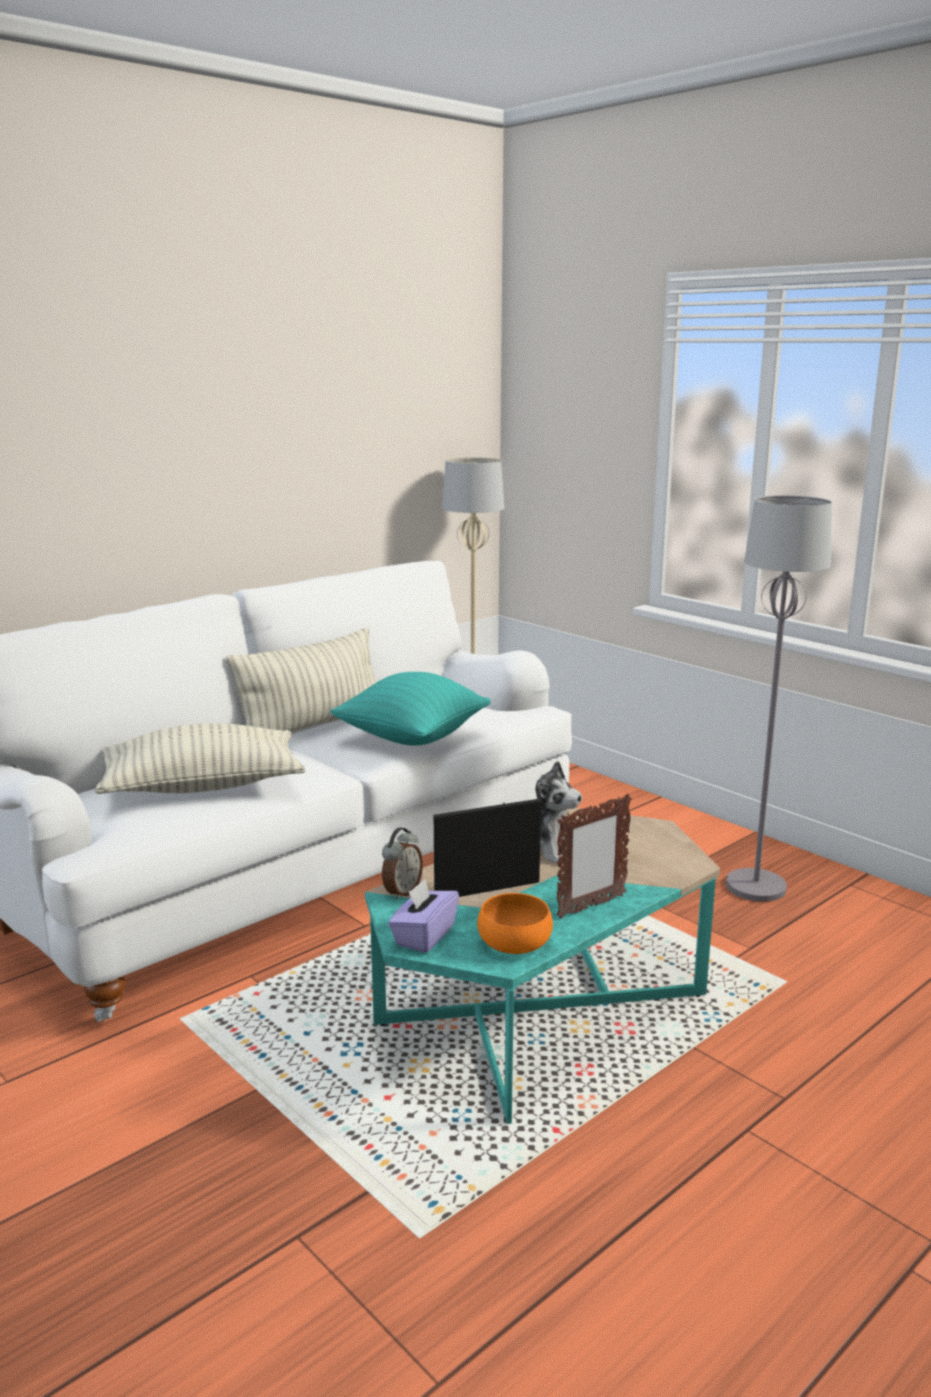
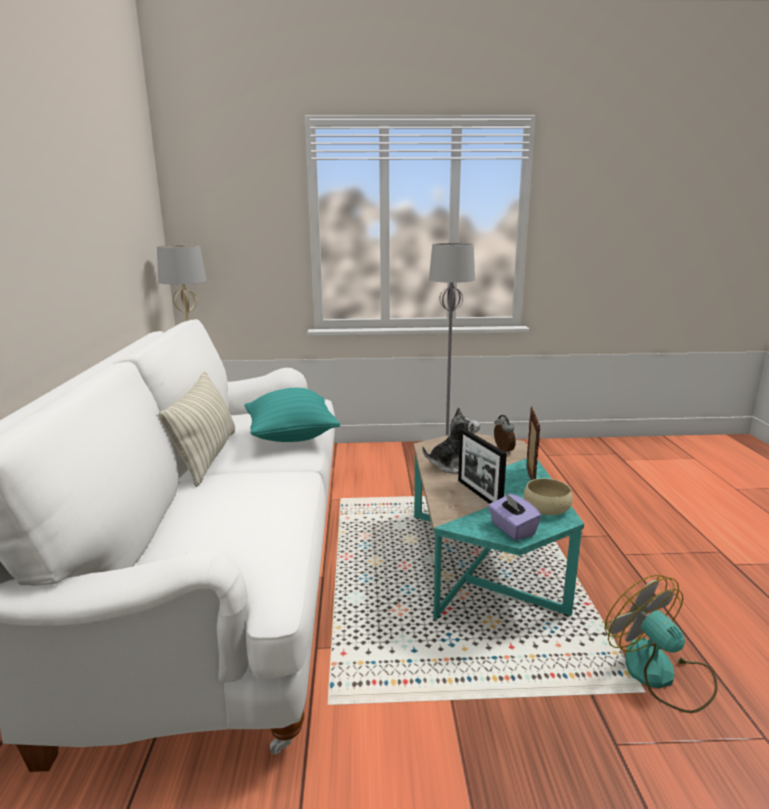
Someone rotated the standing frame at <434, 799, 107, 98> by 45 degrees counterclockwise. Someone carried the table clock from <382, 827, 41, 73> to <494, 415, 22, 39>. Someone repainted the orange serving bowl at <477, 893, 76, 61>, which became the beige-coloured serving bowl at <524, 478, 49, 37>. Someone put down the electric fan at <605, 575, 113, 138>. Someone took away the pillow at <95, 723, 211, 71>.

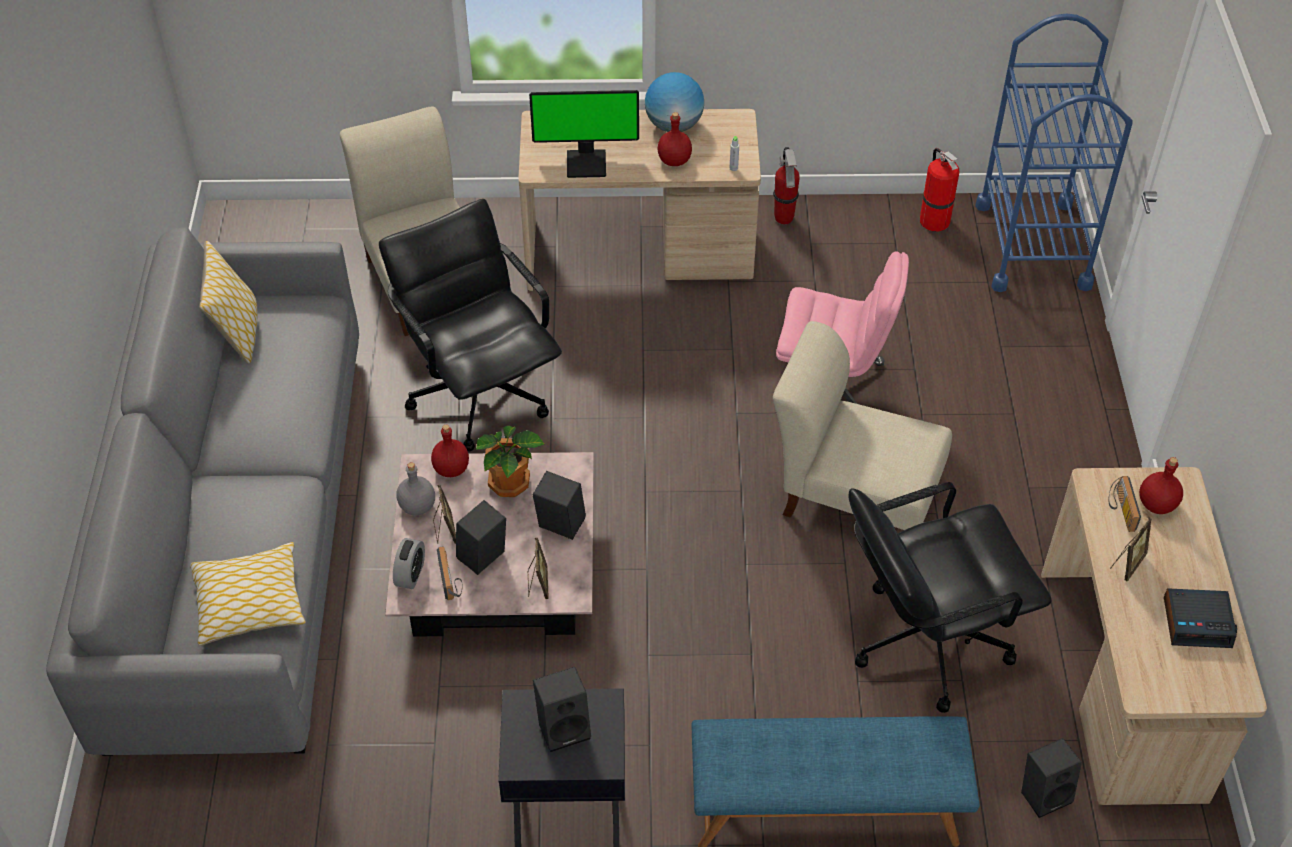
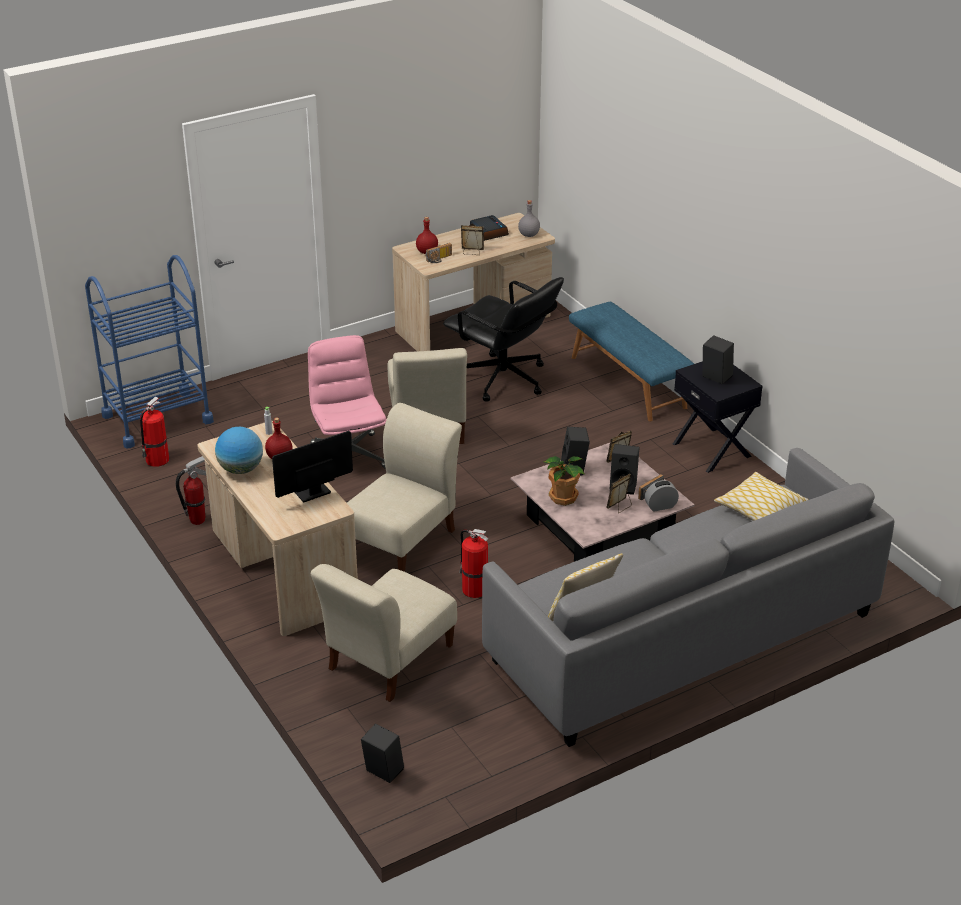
Someone rotated the monitor at <529, 90, 110, 88> by 90 degrees counterclockwise. Someone put down the beige-coloured upright chair at <347, 403, 115, 169>. Someone carried the black-coloured speaker from <1021, 738, 61, 80> to <361, 723, 43, 60>. Someone swapped the black-coloured office chair at <379, 199, 183, 253> for the fire-fighting cylinder at <459, 529, 29, 69>. Someone carried the greyish drink bottle from <396, 462, 39, 53> to <518, 200, 22, 37>. Someone took away the red-coloured drink bottle at <431, 425, 38, 52>.

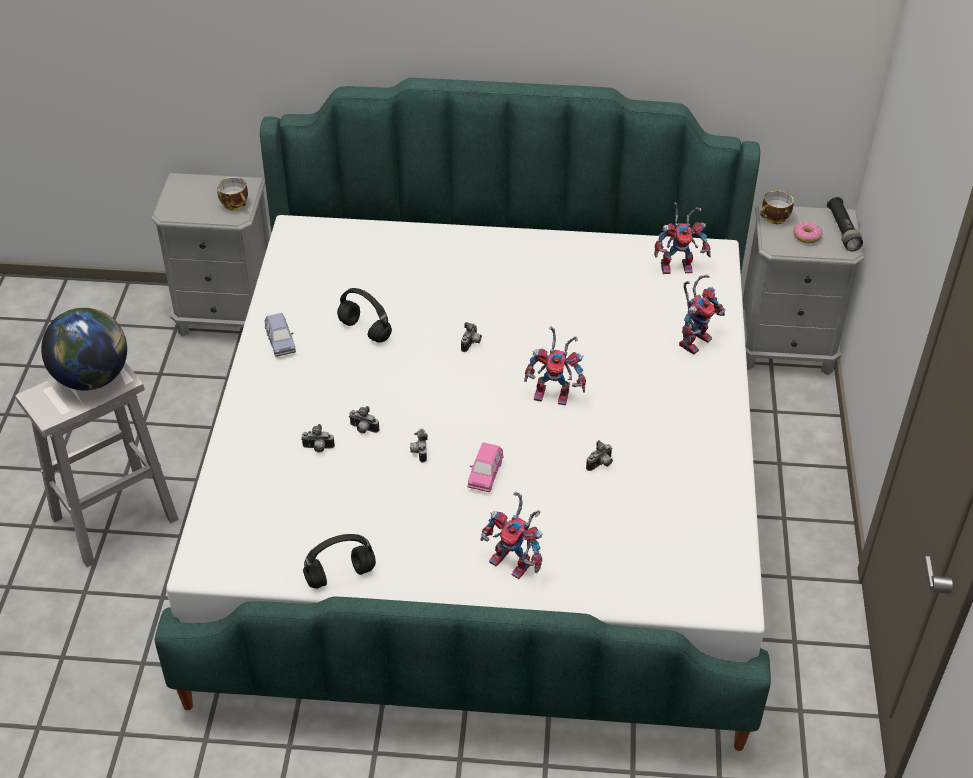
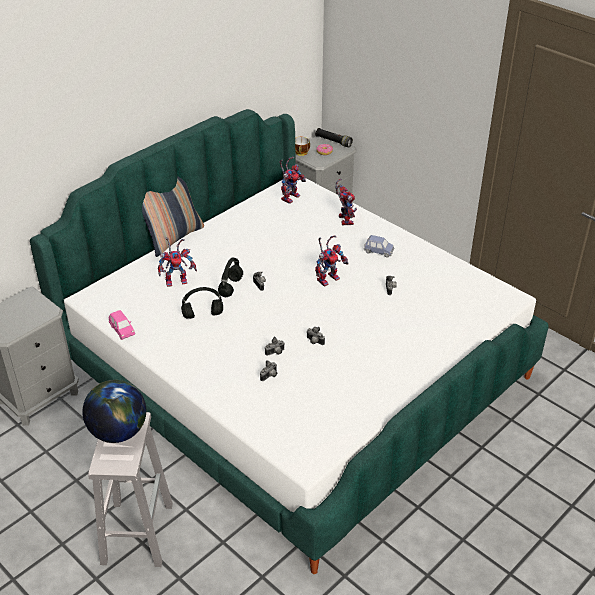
Someone carried the pink miniature car from <467, 442, 36, 50> to <109, 310, 26, 30>. Someone put down the pillow at <142, 177, 62, 80>. Someone carried the model robot from <480, 492, 63, 87> to <158, 237, 39, 50>. Someone carried the black-coloured headphones from <303, 534, 73, 55> to <218, 257, 25, 40>. Someone carried the blue miniature car from <264, 313, 32, 44> to <364, 235, 31, 23>. Someone took away the drinking cup at <217, 177, 31, 34>.

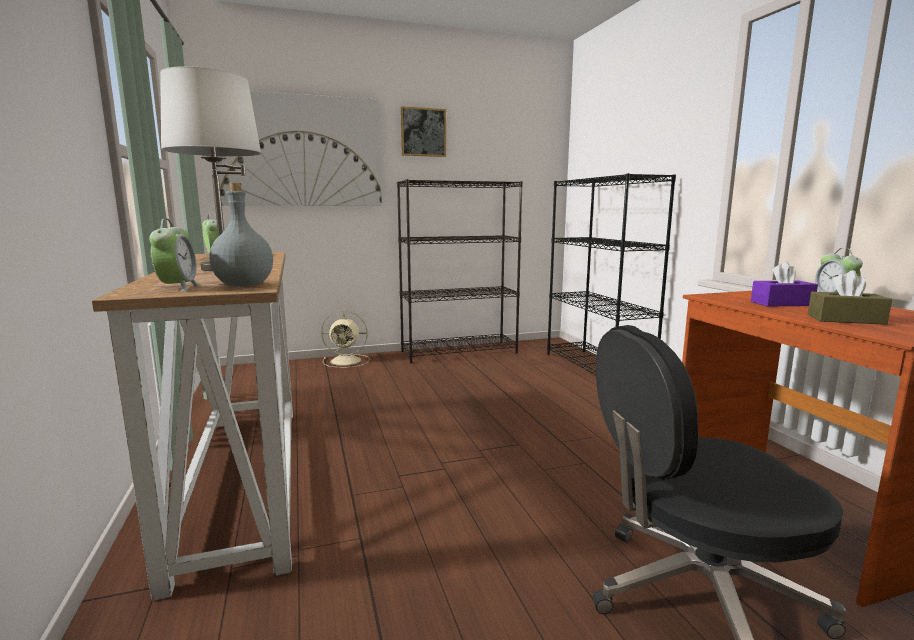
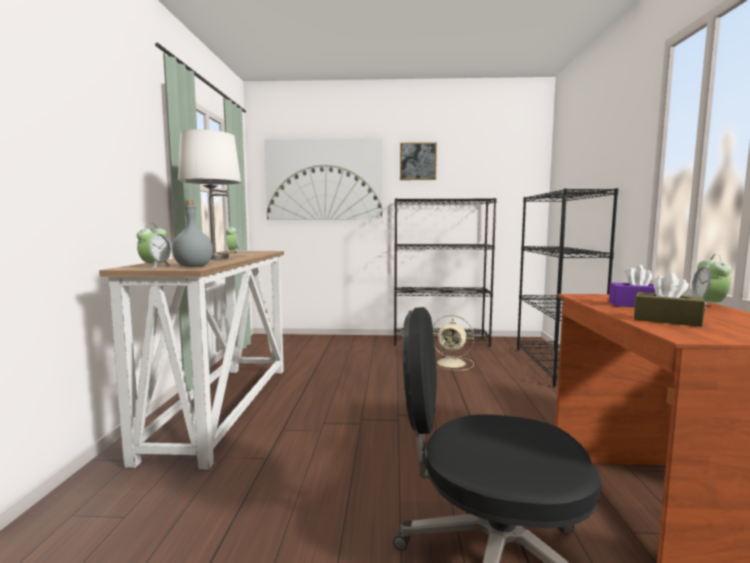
Someone carried the beige-coloured electric fan from <321, 311, 49, 57> to <433, 315, 41, 56>.

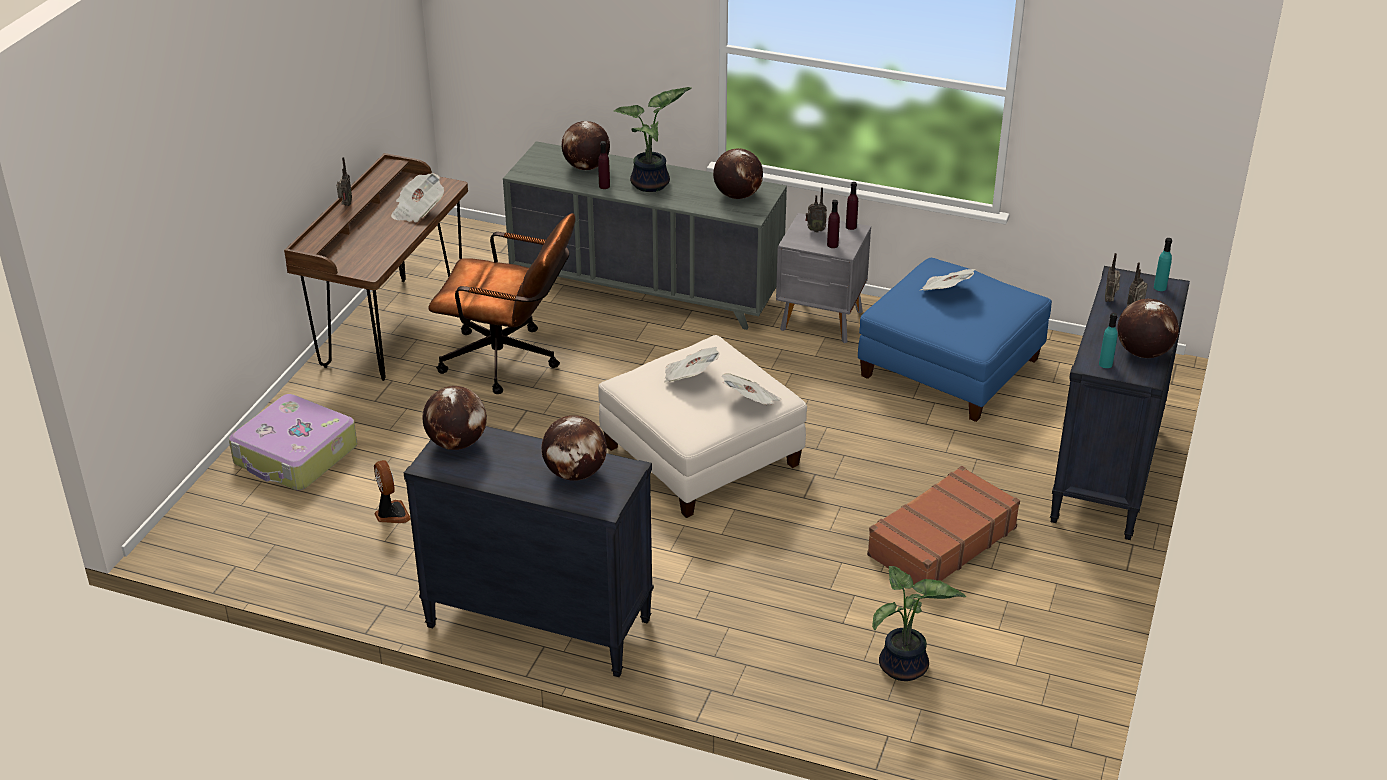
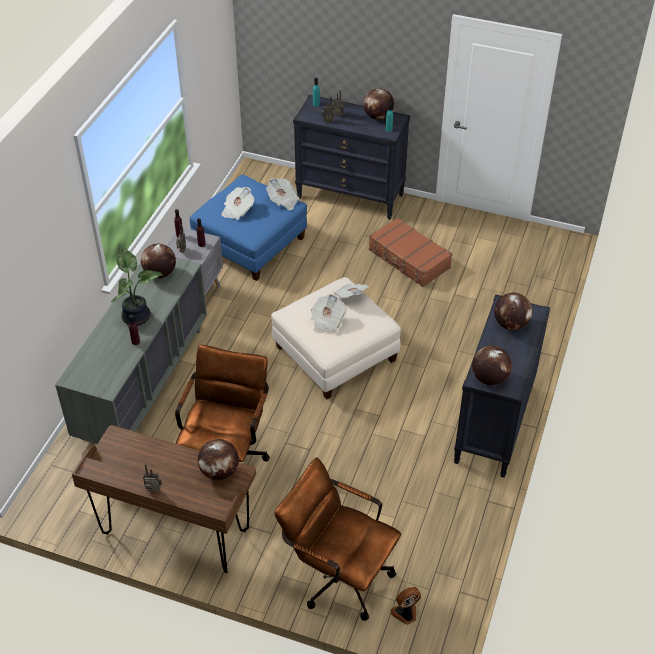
Someone carried the globe from <562, 121, 48, 49> to <198, 439, 41, 41>. Someone carried the newspaper from <391, 173, 53, 49> to <266, 178, 33, 32>. Someone swapped the piece of luggage at <229, 394, 128, 96> for the brown office chair at <274, 457, 127, 164>. Someone carried the electric fan from <374, 460, 37, 63> to <391, 587, 30, 38>. Someone took away the houseplant at <872, 566, 94, 115>.

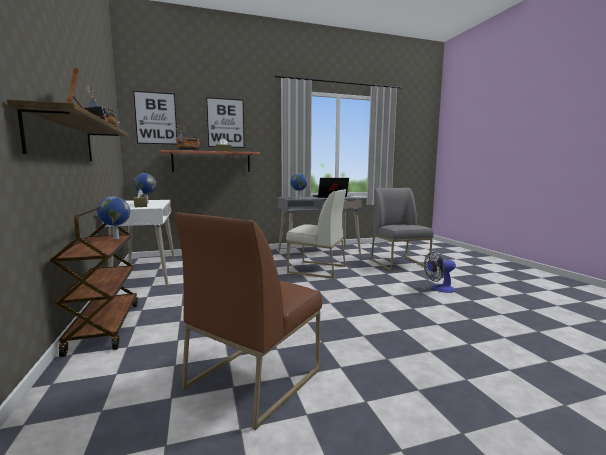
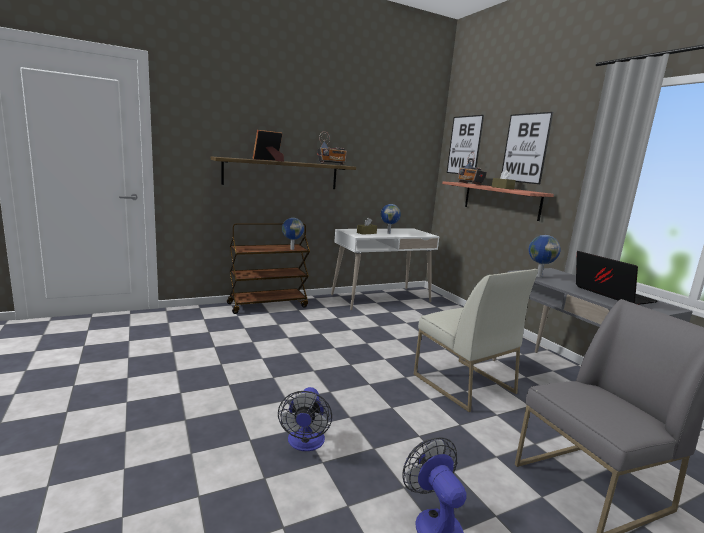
Someone put down the electric fan at <278, 387, 54, 64>. Someone rotated the whitish upright chair at <286, 189, 60, 90> by 45 degrees counterclockwise. Someone took away the brown upright chair at <175, 212, 147, 218>.

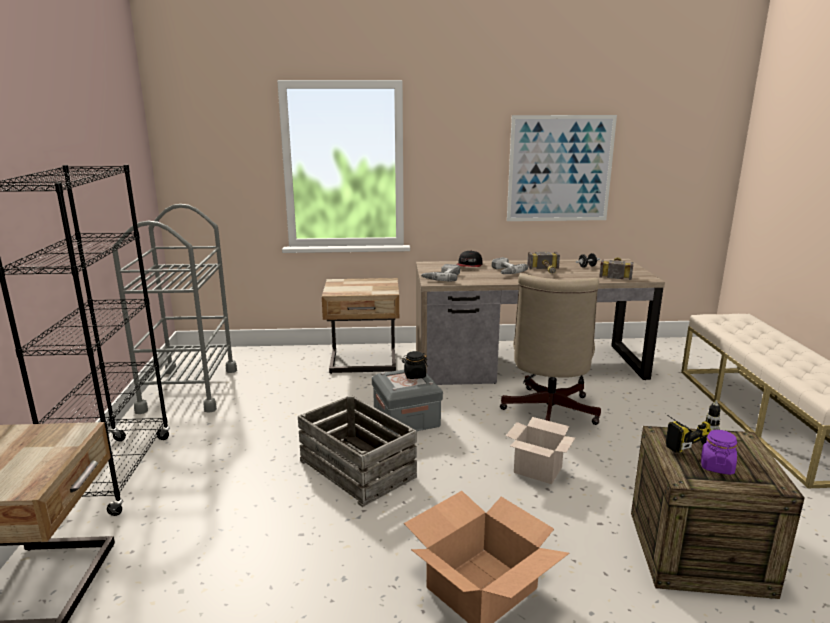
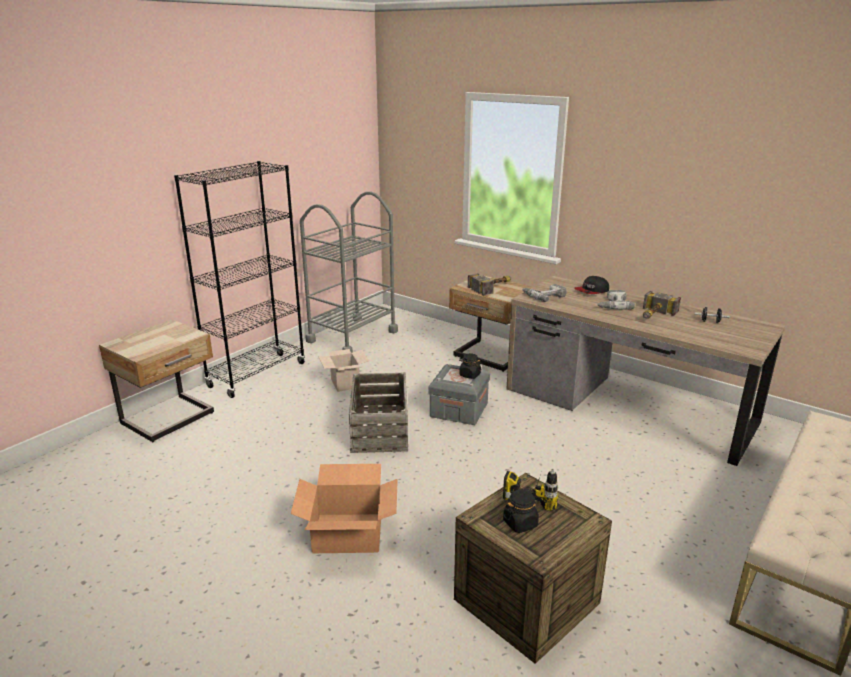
Someone carried the cardboard box from <506, 417, 69, 67> to <319, 349, 50, 43>. Someone carried the hammer from <599, 257, 34, 23> to <468, 273, 43, 23>. Someone repainted the purple preserve jar at <701, 430, 36, 45>, which became the black-coloured preserve jar at <503, 490, 36, 43>. Someone took away the beige-coloured office chair at <500, 273, 101, 152>. Someone took away the wall art at <507, 115, 110, 106>.

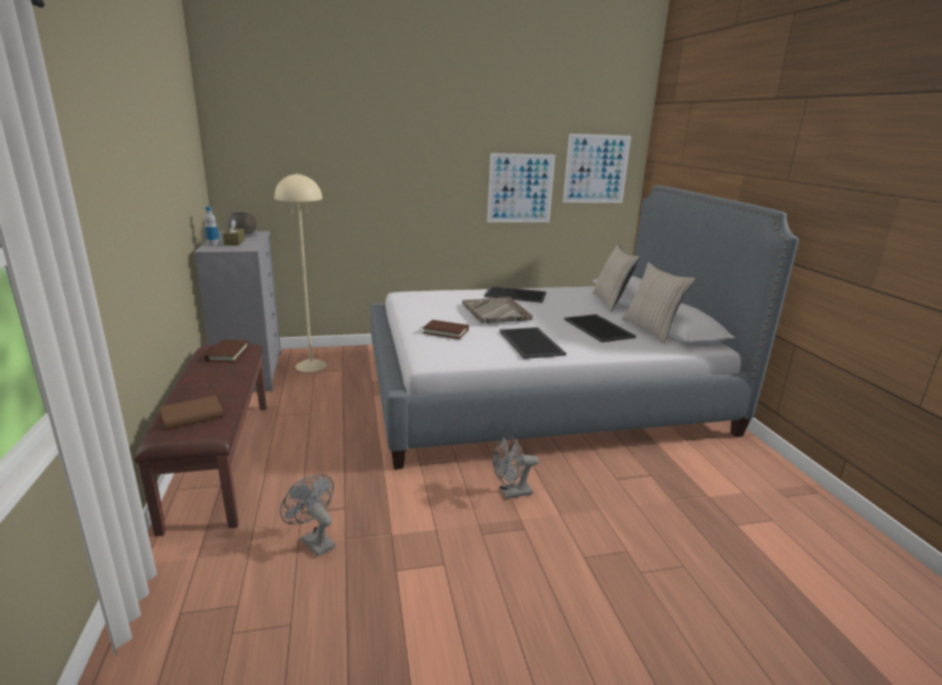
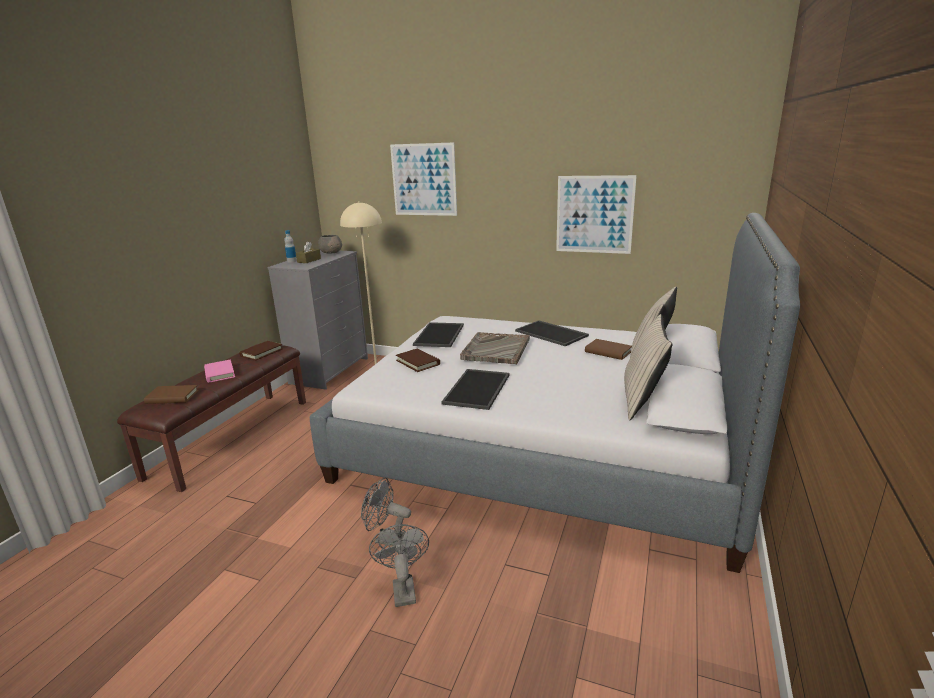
Someone put down the pink book at <204, 359, 31, 24>. Someone carried the greyish electric fan from <280, 474, 55, 82> to <369, 524, 60, 83>. Someone carried the wall art from <563, 133, 68, 70> to <390, 142, 67, 74>. Someone carried the carrying tray from <564, 314, 72, 28> to <413, 322, 51, 25>. Someone put down the brown book at <585, 339, 47, 21>.

